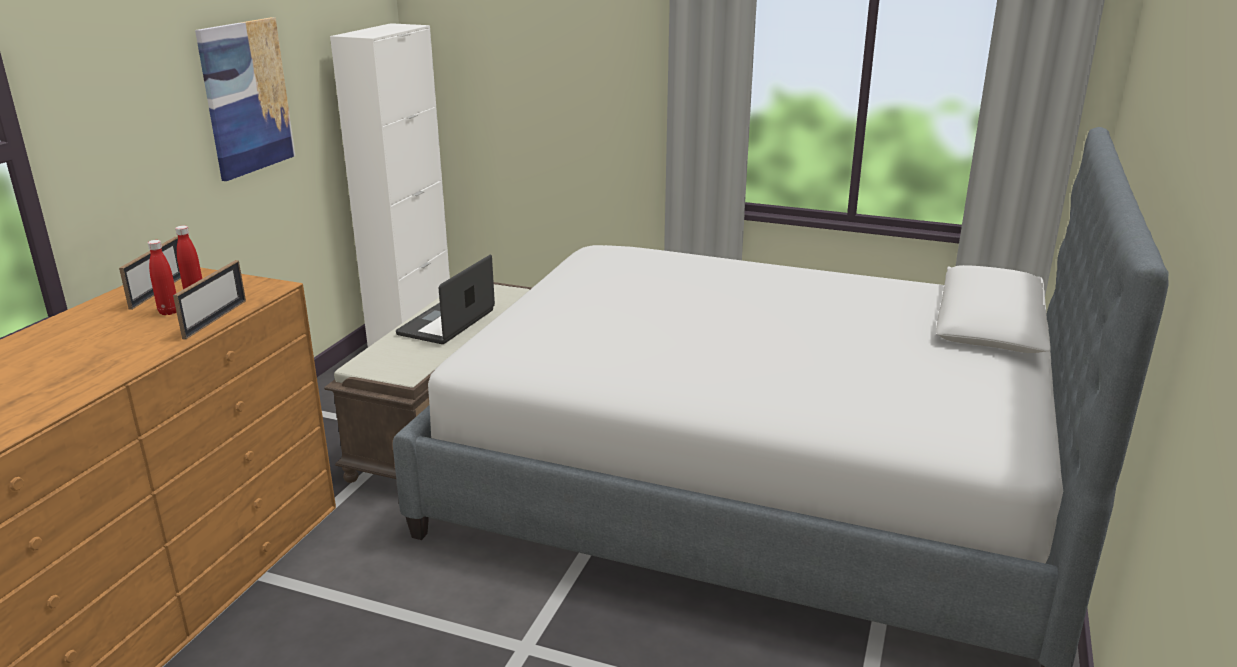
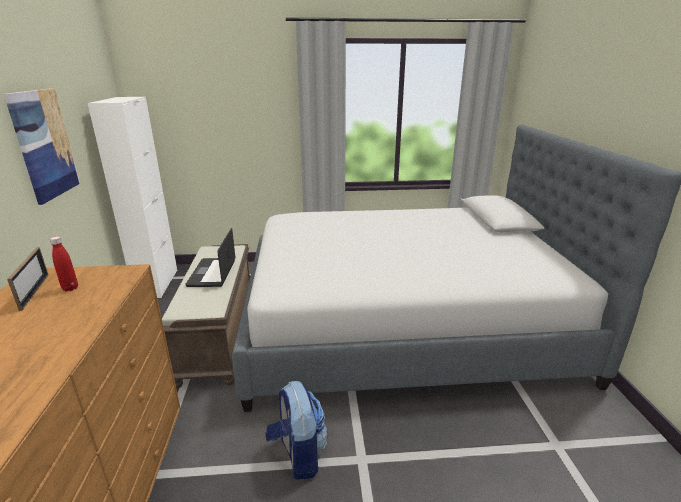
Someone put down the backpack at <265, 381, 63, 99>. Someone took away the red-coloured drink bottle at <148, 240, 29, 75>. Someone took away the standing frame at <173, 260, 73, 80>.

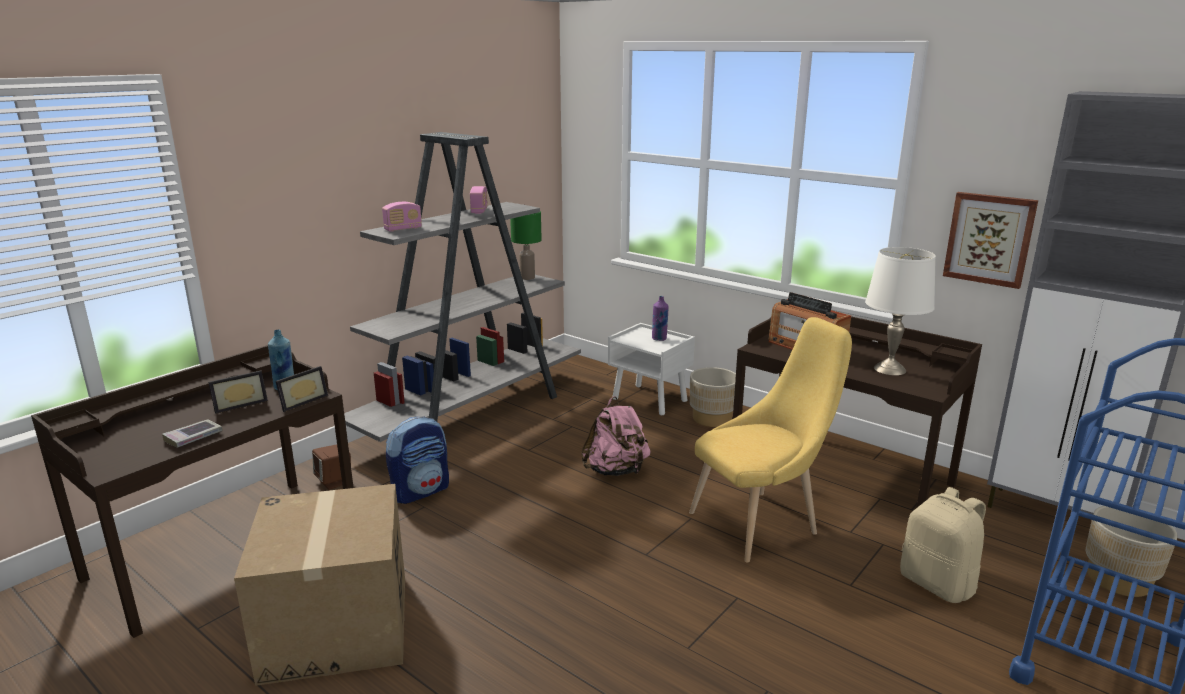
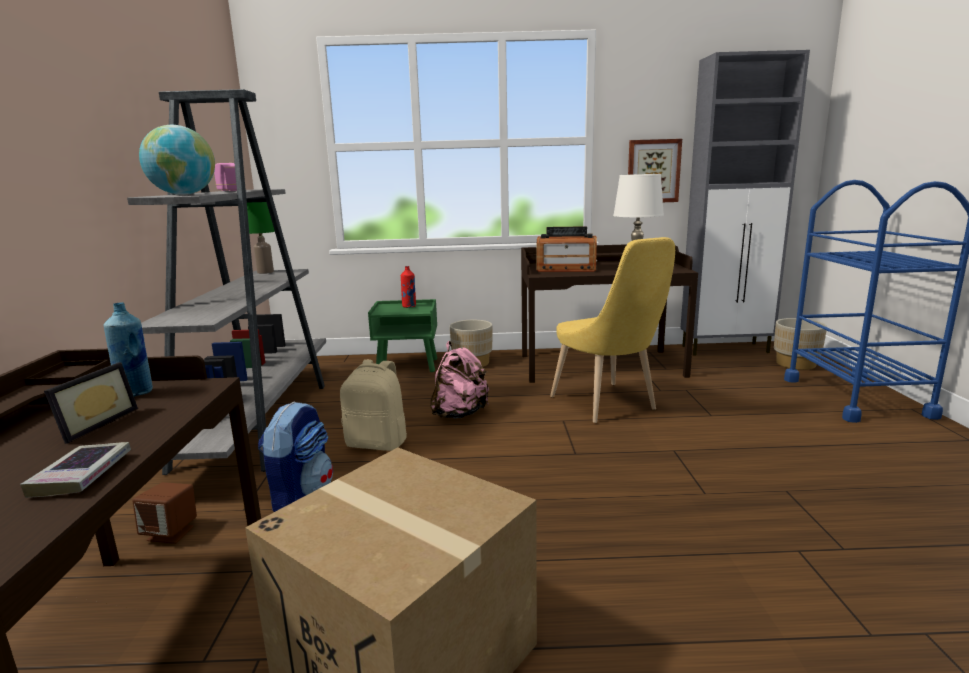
Someone swapped the radio at <382, 202, 40, 30> for the globe at <139, 125, 76, 70>. Someone carried the beige-coloured backpack from <900, 487, 86, 116> to <340, 360, 67, 91>. Someone repainted the whitish night table at <608, 323, 87, 92>, which became the green night table at <368, 299, 69, 73>. Someone repainted the purple drink bottle at <652, 296, 17, 45>, which became the red-coloured drink bottle at <401, 266, 15, 42>. Someone rotated the yellow upright chair at <689, 317, 163, 246> by 135 degrees clockwise. Someone took away the standing frame at <276, 366, 52, 46>.

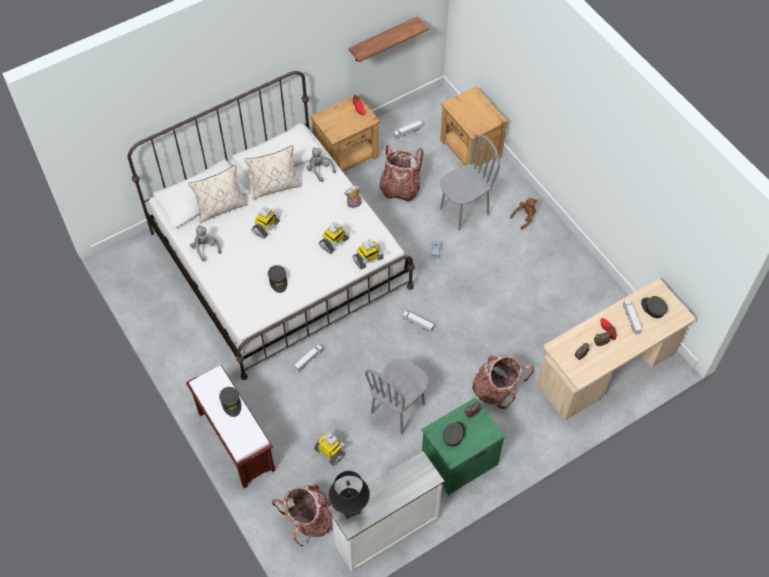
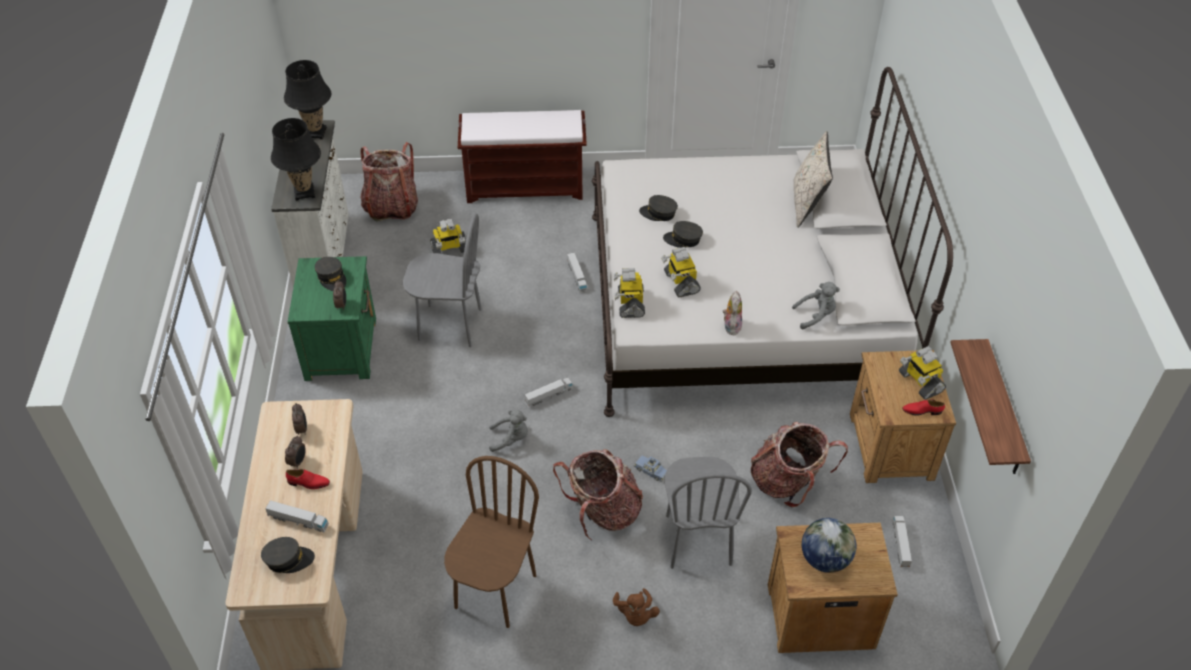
Someone put down the black-coloured table lamp at <271, 118, 50, 83>. Someone rotated the greyish upright chair at <365, 359, 63, 76> by 120 degrees clockwise. Someone put down the brown upright chair at <444, 456, 95, 172>. Someone carried the greyish soft toy from <190, 225, 31, 37> to <489, 410, 39, 42>. Someone carried the backpack from <472, 356, 62, 53> to <553, 449, 90, 91>. Someone carried the greyish cap from <219, 387, 22, 30> to <663, 221, 40, 27>. Someone put down the globe at <802, 518, 54, 55>. Someone carried the model robot from <251, 206, 29, 33> to <899, 346, 47, 54>. Someone took away the beige-coloured pillow at <244, 145, 58, 55>.

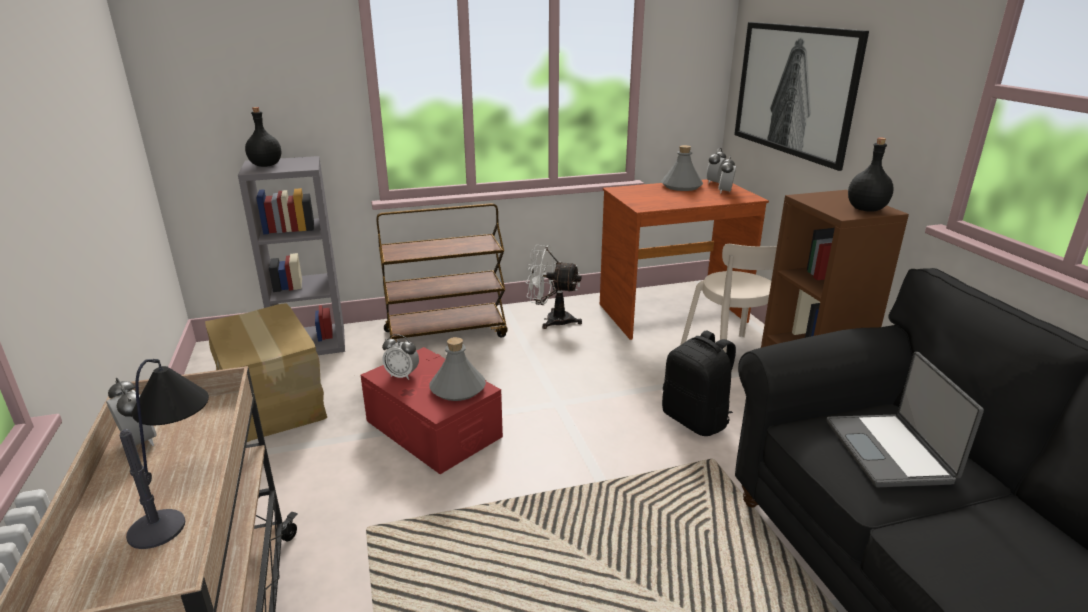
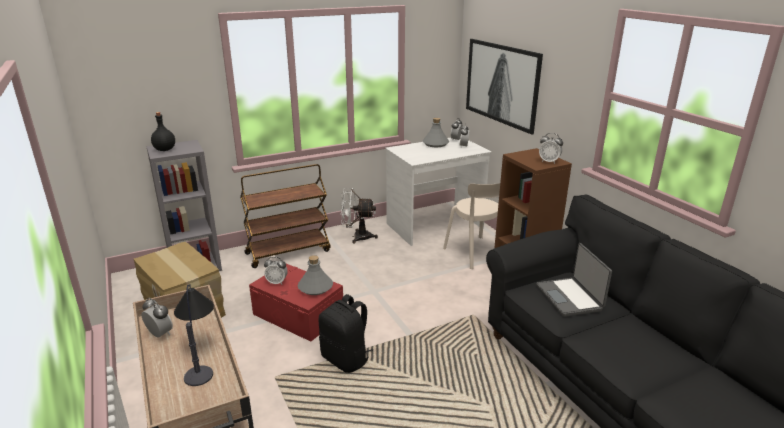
Someone carried the black-coloured backpack from <662, 330, 74, 106> to <319, 294, 54, 79>. Someone repainted the brown desk table at <600, 179, 169, 161>, which became the whitish desk table at <385, 137, 106, 109>. Someone swapped the black-coloured drink bottle at <848, 138, 46, 74> for the table clock at <539, 133, 24, 31>.

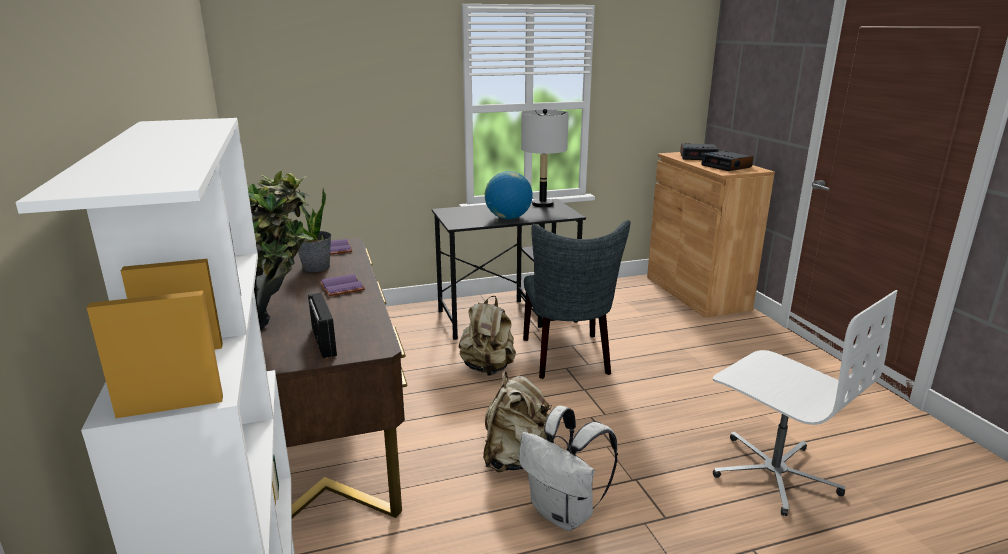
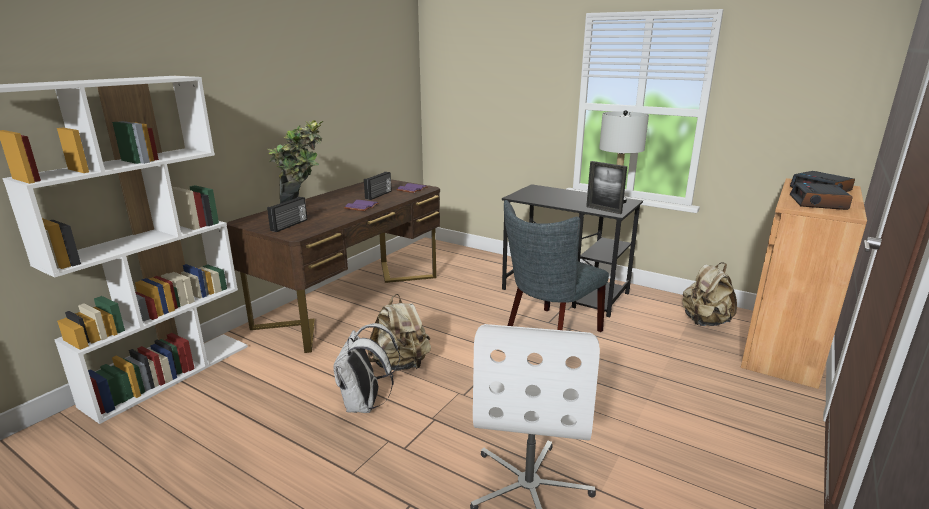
Someone swapped the houseplant at <298, 187, 34, 85> for the radio at <364, 172, 27, 28>. Someone put down the standing frame at <586, 161, 41, 53>. Someone carried the beige-coloured backpack from <459, 296, 57, 80> to <682, 263, 55, 63>. Someone took away the globe at <485, 171, 47, 48>.

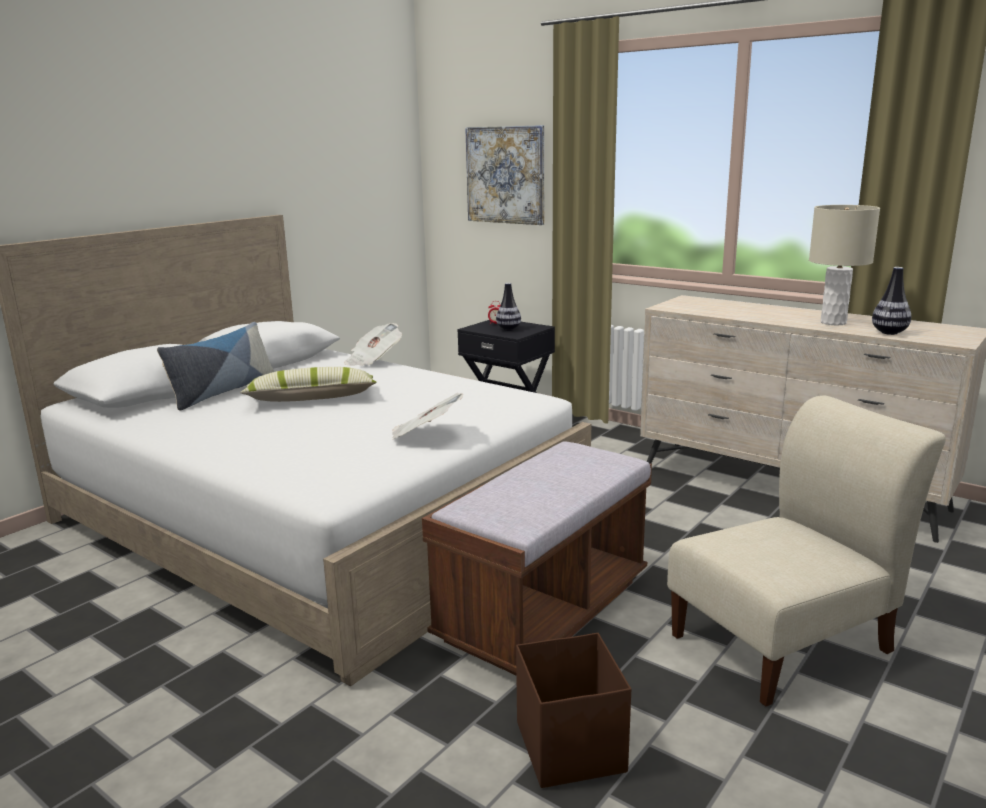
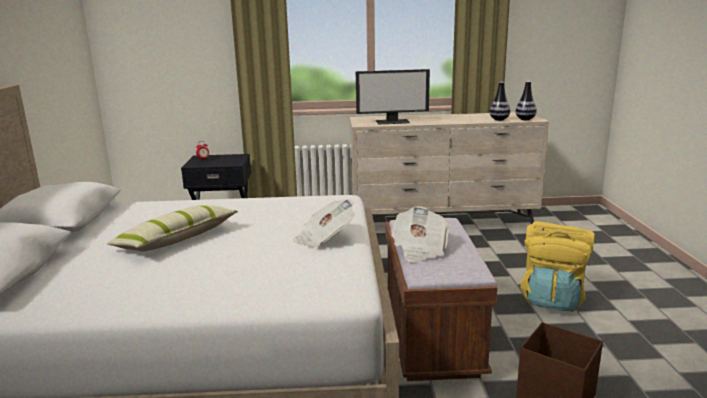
Someone put down the monitor at <356, 69, 74, 56>. Someone carried the newspaper from <344, 323, 58, 43> to <390, 206, 60, 56>. Someone carried the vase from <496, 283, 25, 48> to <515, 81, 22, 39>. Someone swapped the beige-coloured upright chair at <667, 396, 279, 311> for the yellow backpack at <520, 221, 74, 91>. Someone took away the pillow at <157, 322, 117, 89>. Someone took away the wall art at <465, 125, 79, 100>. Someone took away the beige-coloured table lamp at <809, 205, 71, 120>.

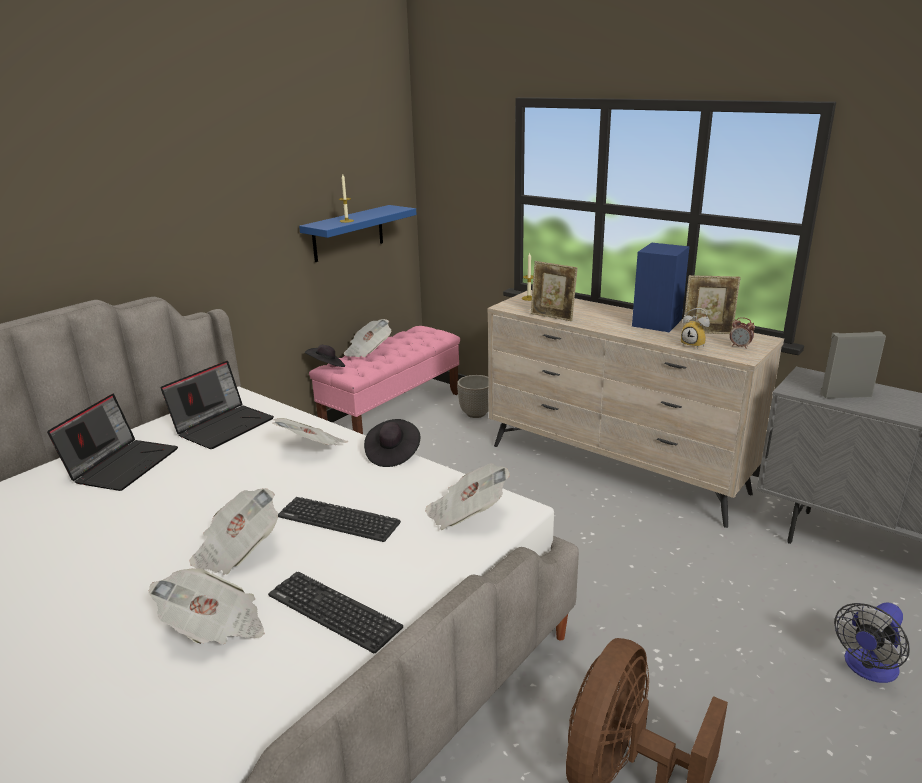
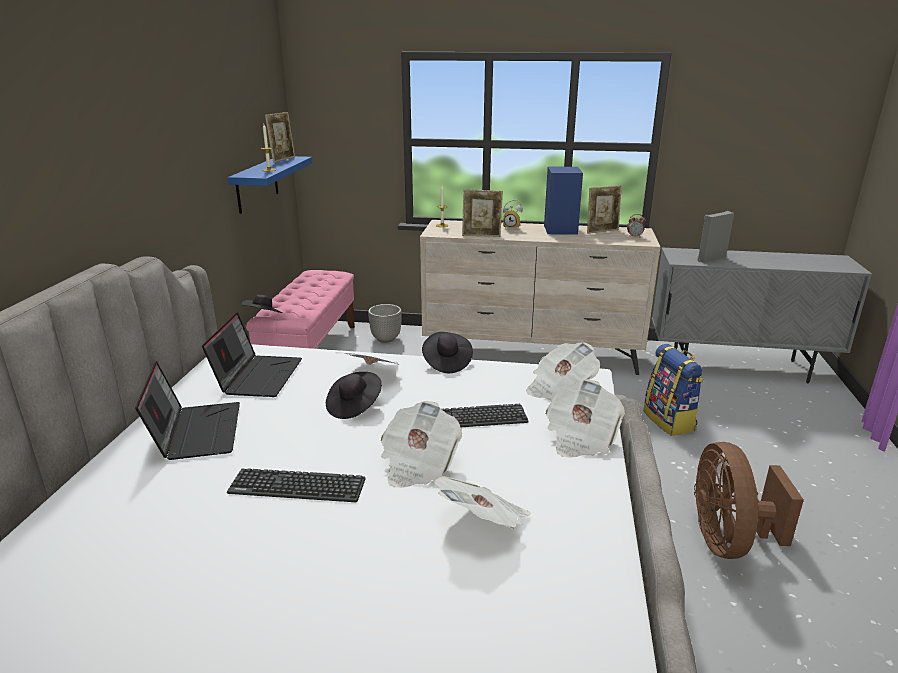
Someone carried the keyboard from <268, 572, 135, 81> to <227, 468, 139, 34>. Someone put down the standing frame at <265, 112, 30, 51>. Someone put down the black-coloured clothing hat at <326, 372, 56, 47>. Someone carried the table clock from <681, 308, 29, 41> to <503, 199, 20, 30>. Someone carried the newspaper from <344, 319, 47, 38> to <546, 379, 79, 79>. Someone put down the backpack at <643, 344, 61, 92>. Someone took away the electric fan at <834, 602, 76, 81>.

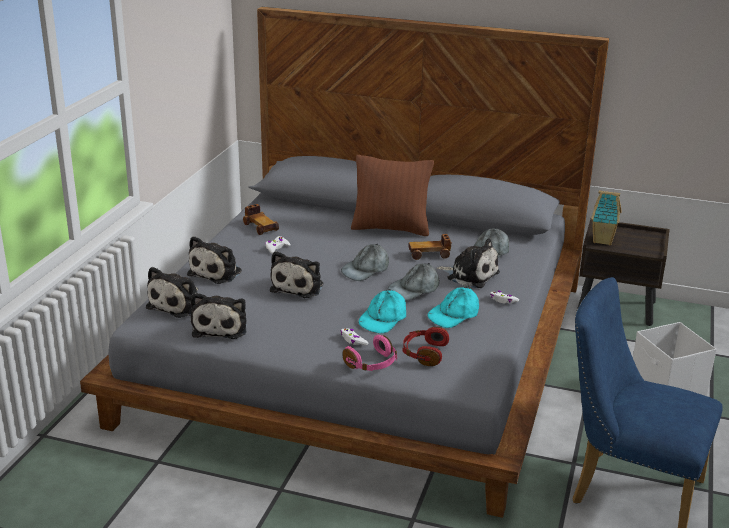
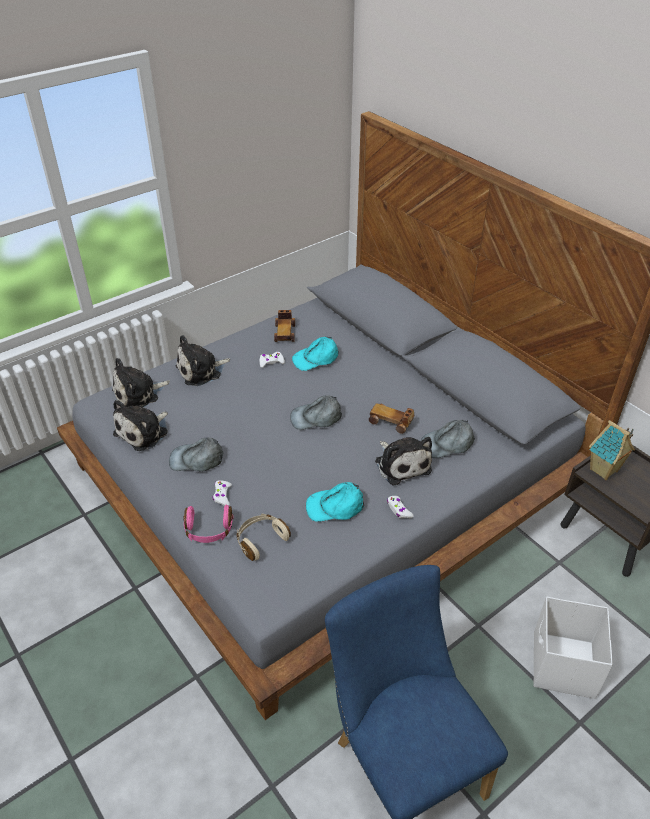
Someone carried the greyish cap from <388, 263, 51, 38> to <169, 438, 54, 33>. Someone repainted the red-coloured headphones at <402, 327, 47, 39>, which became the beige-coloured headphones at <237, 514, 54, 47>. Someone carried the turquoise cap from <358, 289, 48, 44> to <292, 337, 47, 34>. Someone took away the soft toy at <270, 251, 53, 47>. Someone took away the brown pillow at <351, 155, 83, 81>.

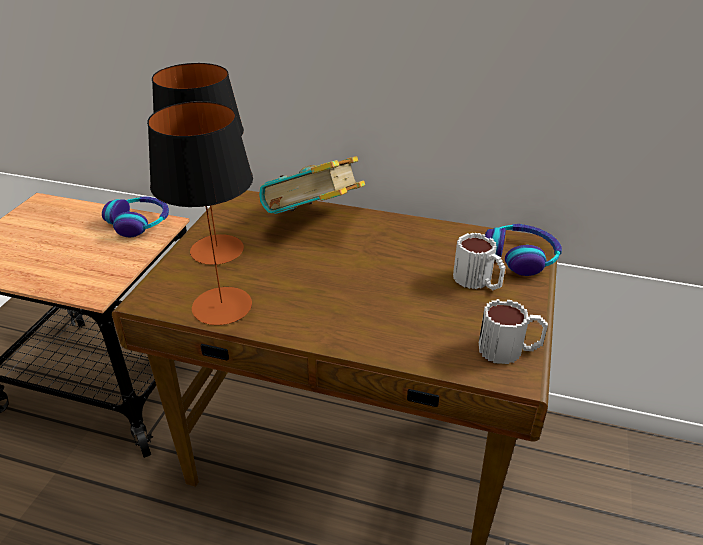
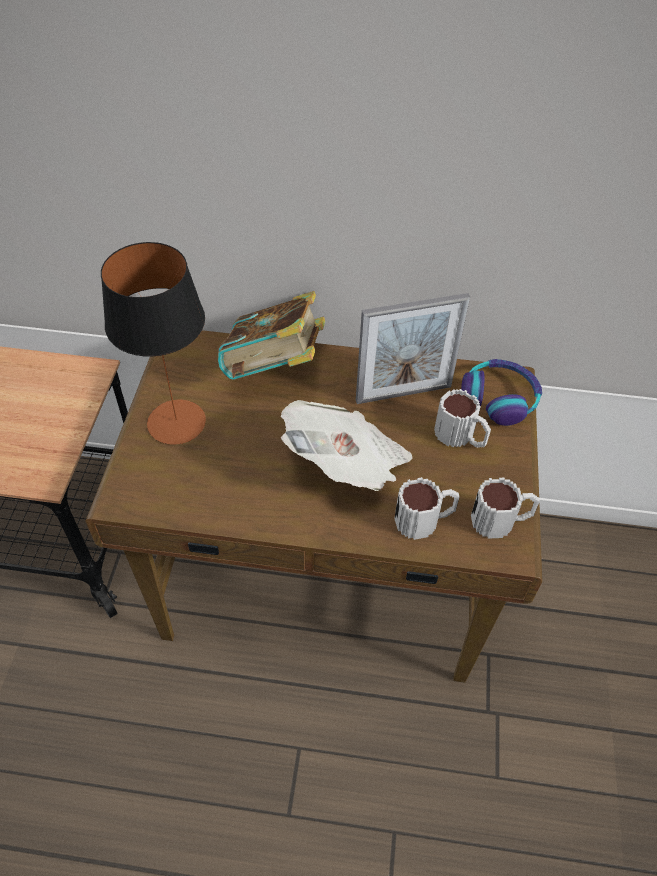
Someone put down the newspaper at <281, 400, 132, 91>. Someone put down the standing frame at <356, 293, 114, 111>. Someone put down the coffee mug at <394, 477, 66, 63>. Someone took away the headphones at <102, 196, 67, 41>. Someone took away the table lamp at <147, 101, 106, 224>.

